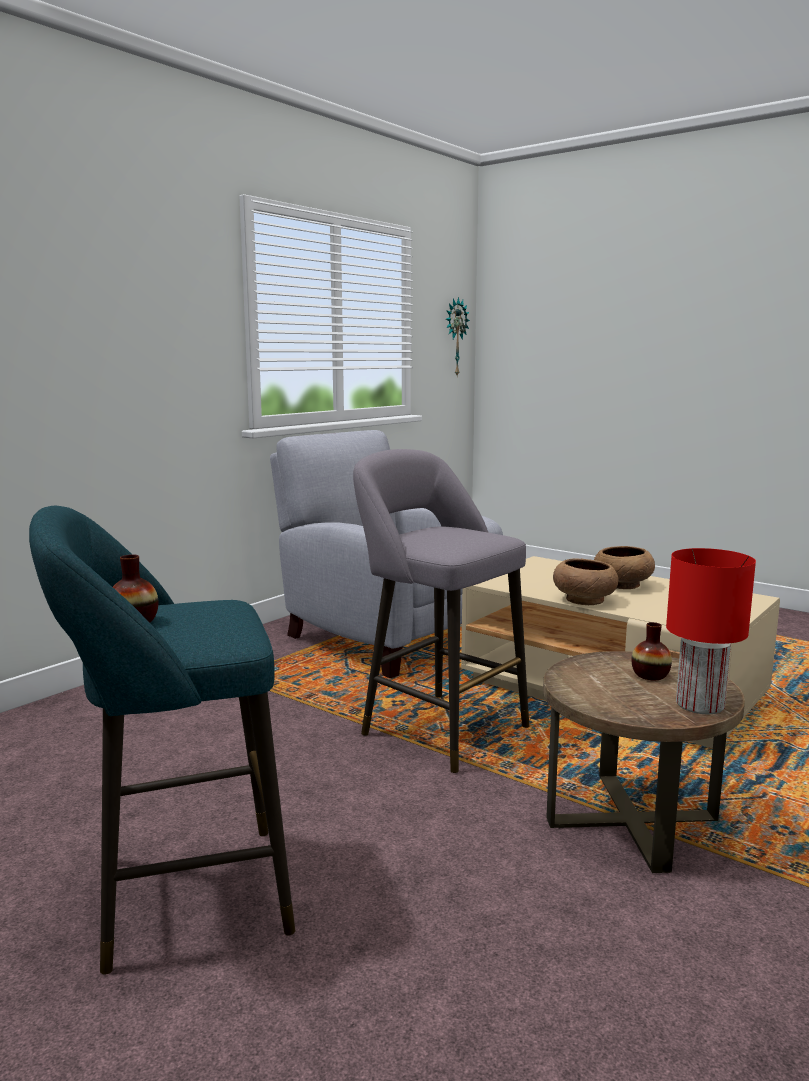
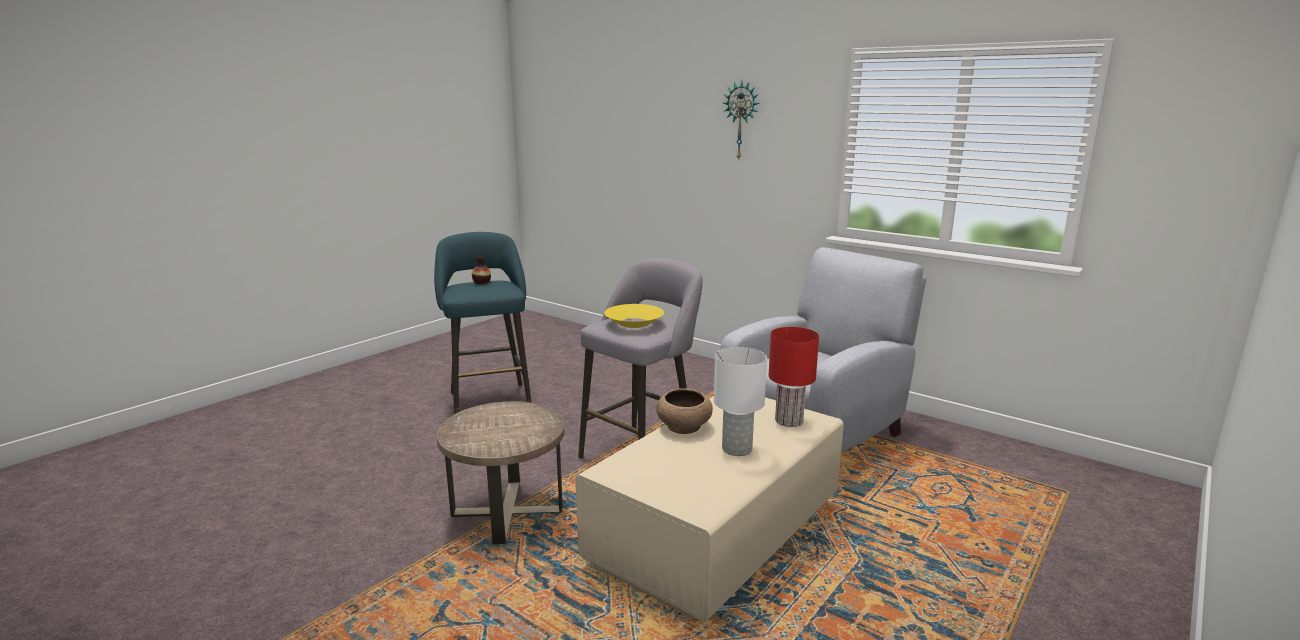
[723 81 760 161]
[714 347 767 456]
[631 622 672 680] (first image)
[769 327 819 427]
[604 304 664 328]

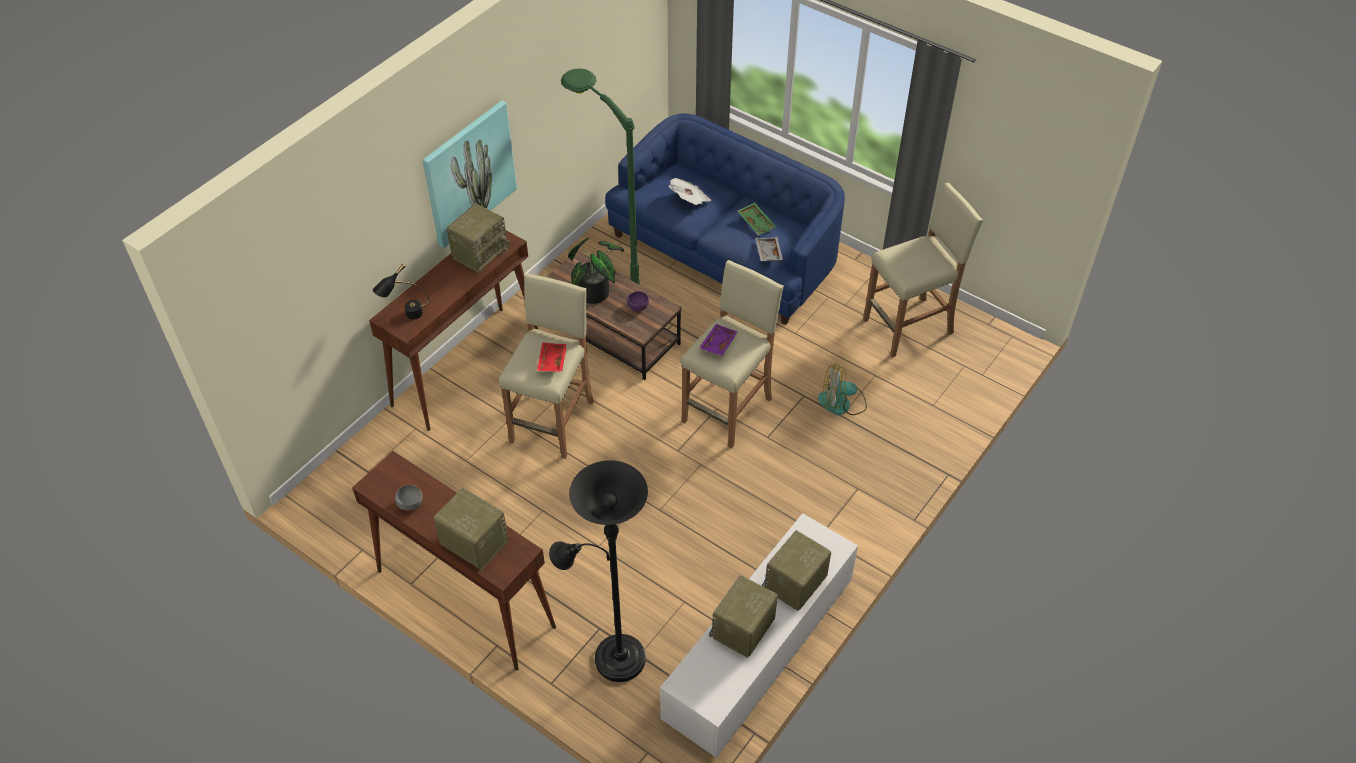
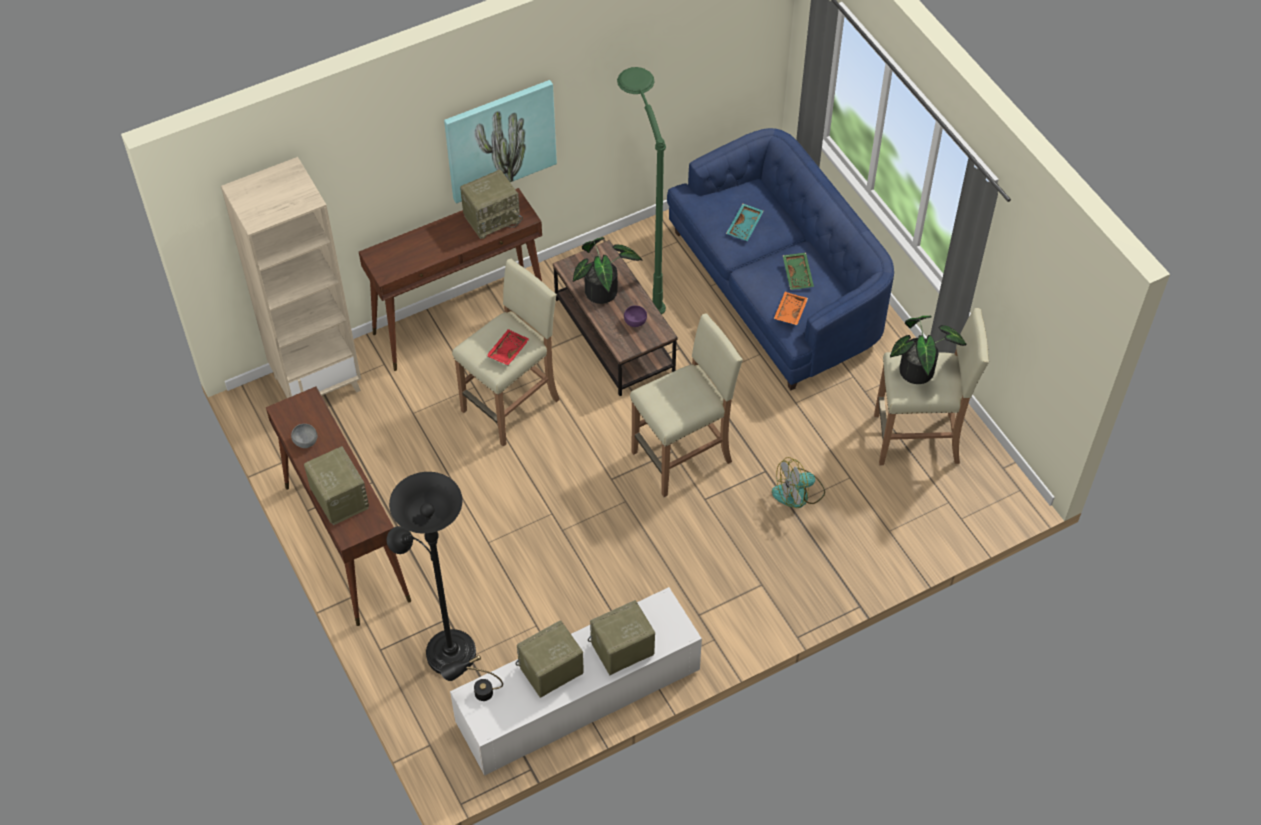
[440 655 503 701]
[726 203 764 241]
[699 324 738 356] (first image)
[774 292 808 325]
[772 457 825 508]
[221 157 361 398]
[890 316 966 384]

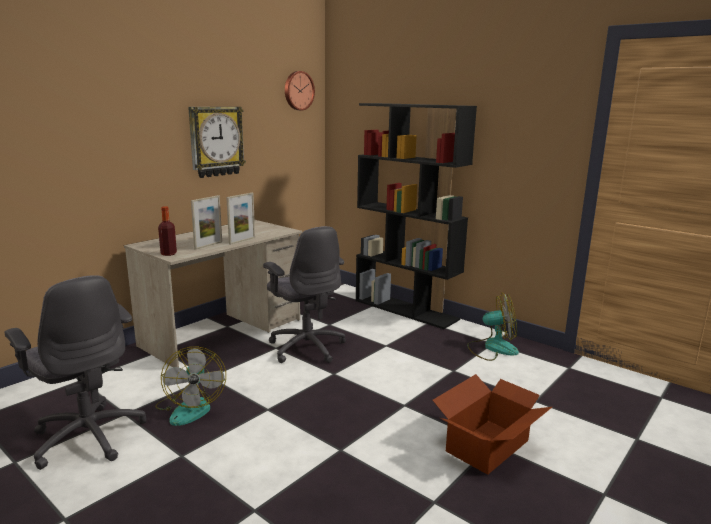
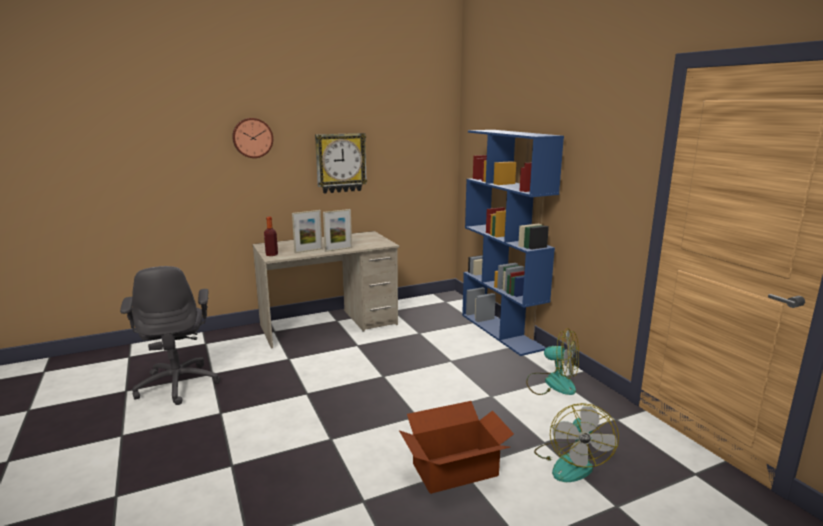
[534 403 619 482]
[263 226 346 363] (first image)
[232 118 273 158]
[462 130 564 356]

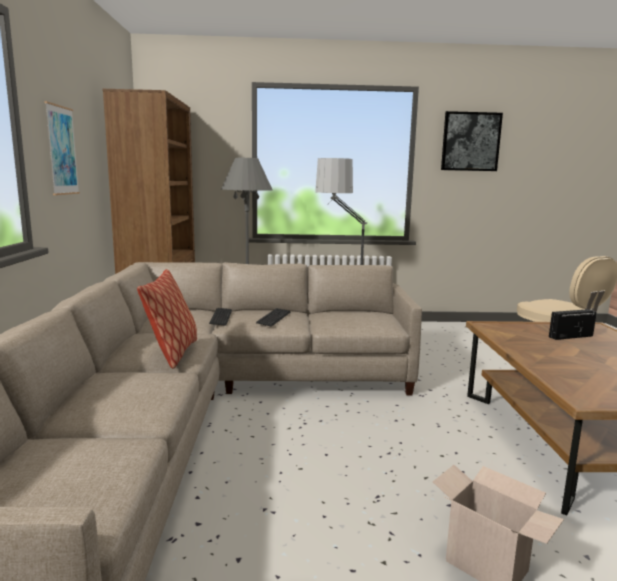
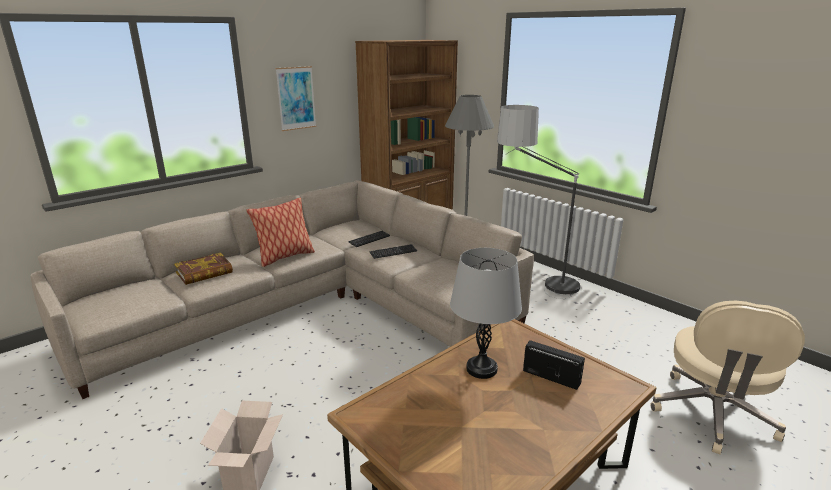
[441 111 503 171] (first image)
[174 253 233 285]
[450 248 522 379]

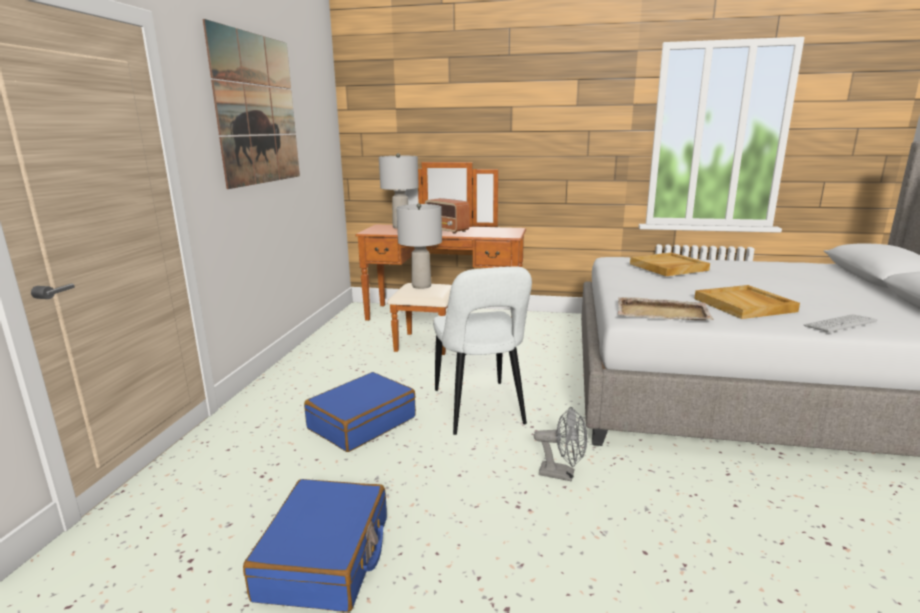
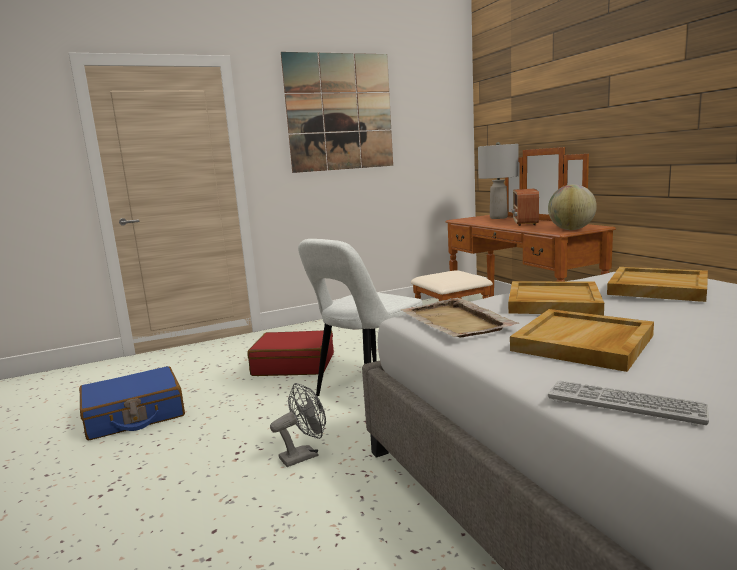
[247 330 334 376]
[396 203 442 289] (first image)
[270 383 326 467]
[508 281 604 316]
[548 184 597 230]

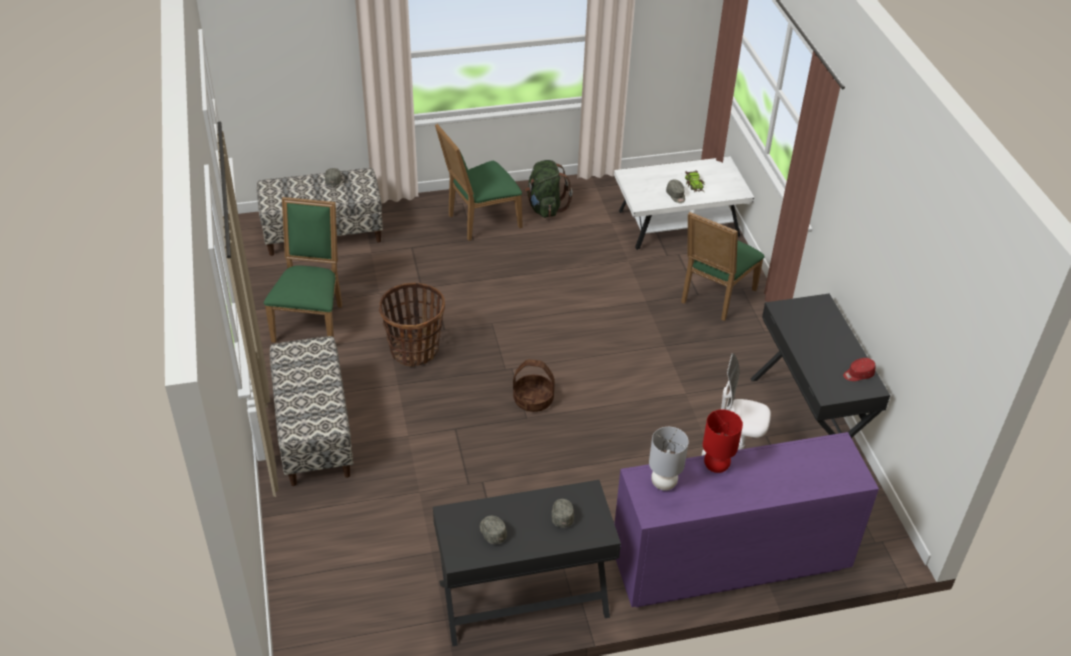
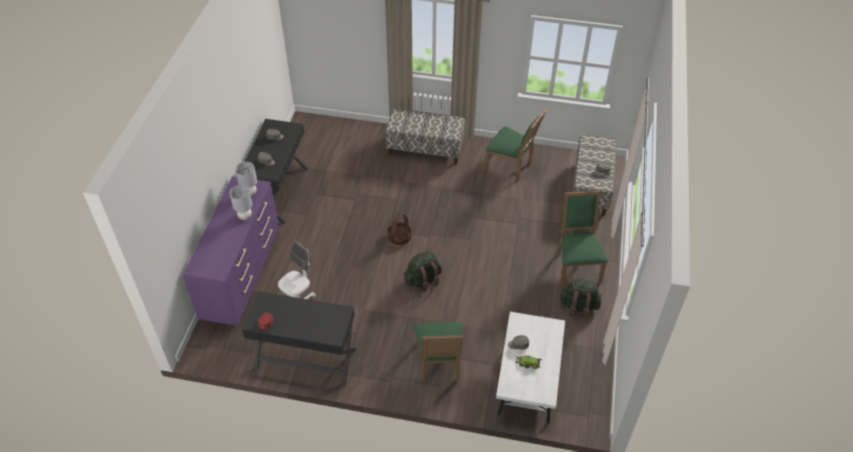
[379 283 445 367] (first image)
[414 322 464 382]
[229 185 252 220]
[404 251 442 292]

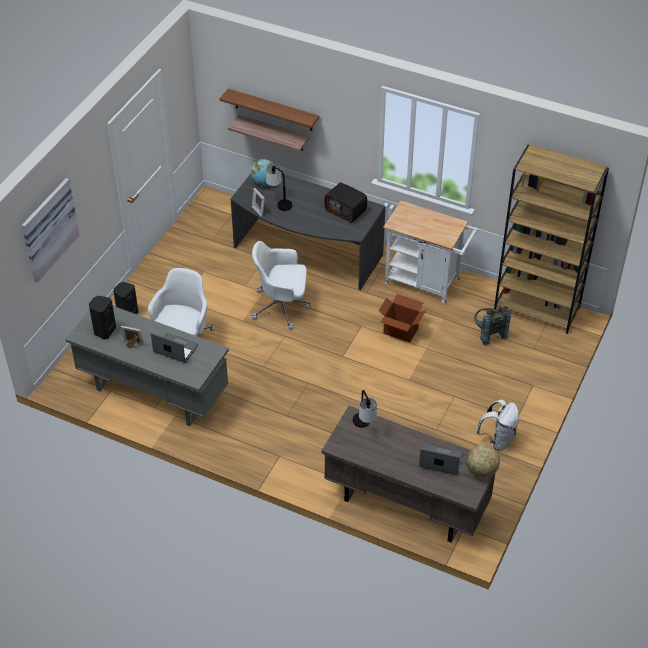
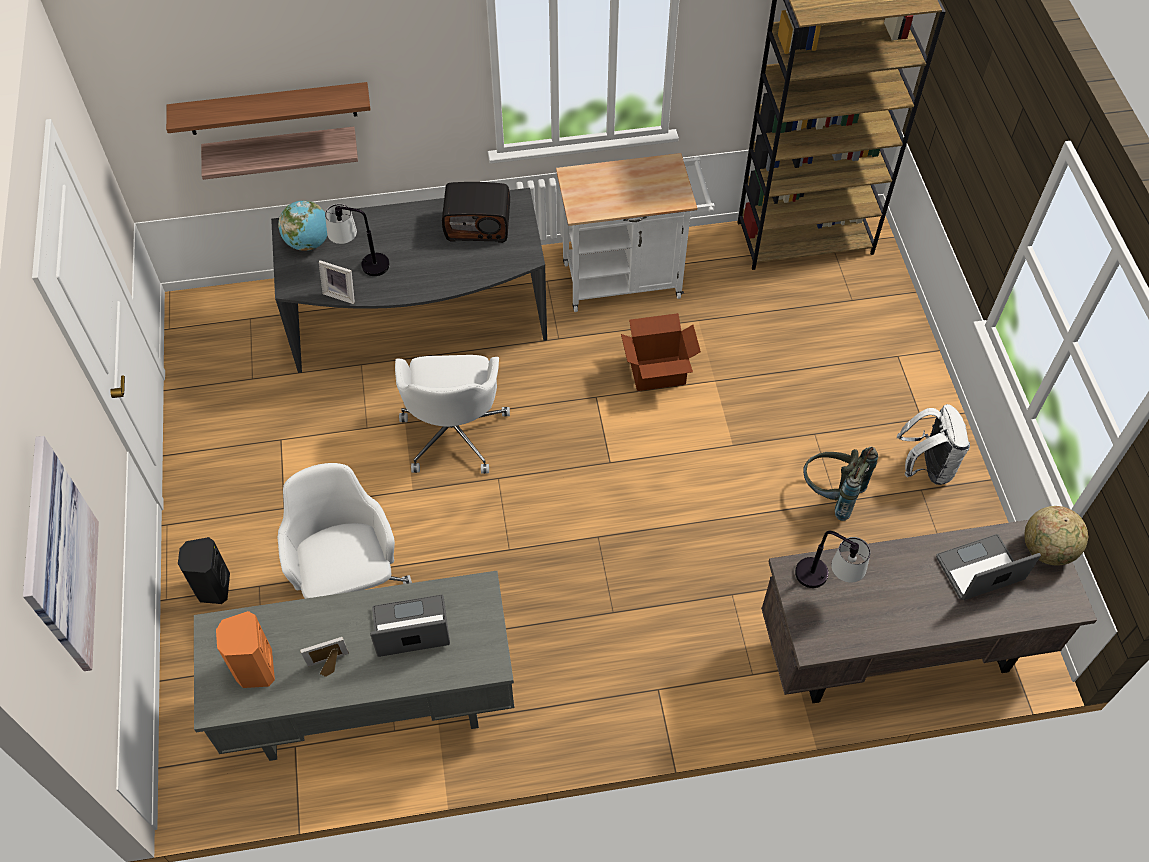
[216 611 275 688]
[395 355 510 474]
[803 447 878 521]

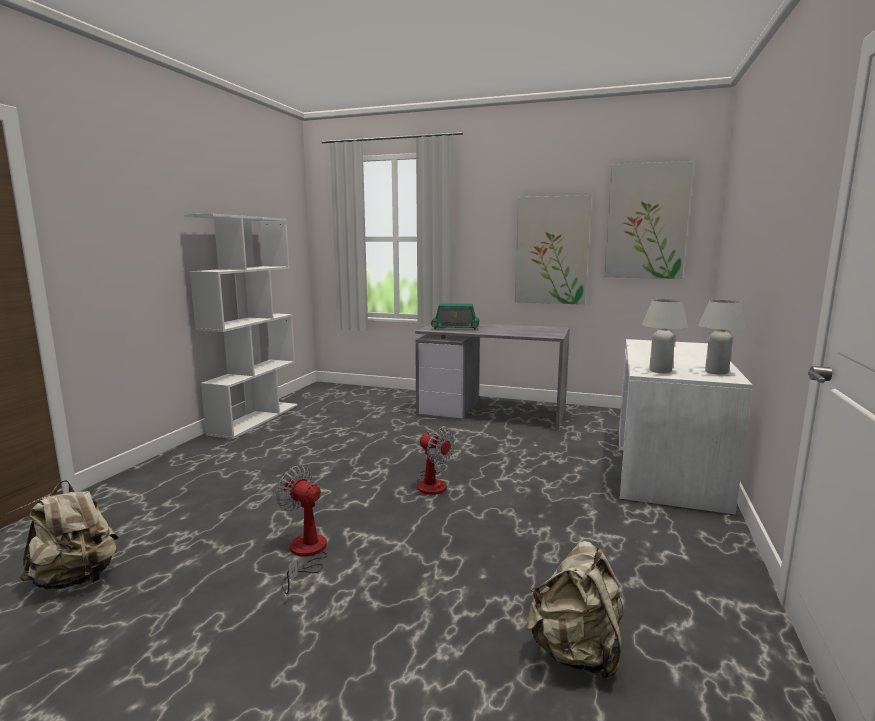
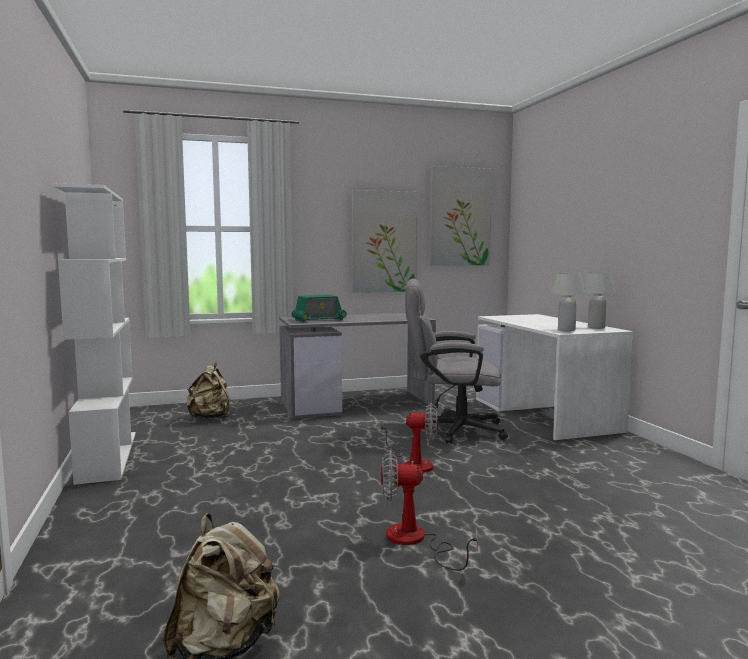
[187 363 230 419]
[405 279 508 444]

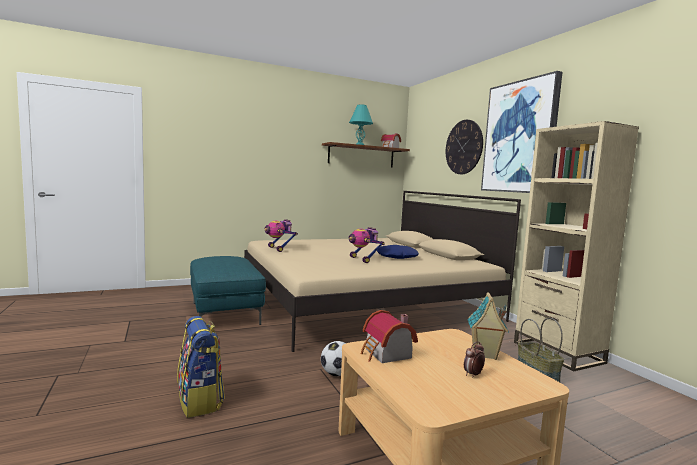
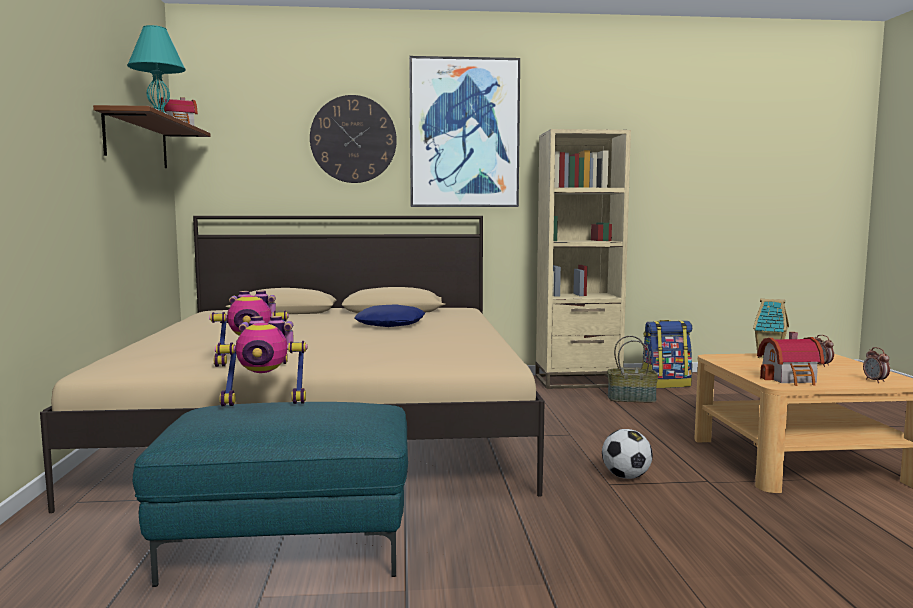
[642 320 692 388]
[215 316 307 406]
[863 347 890 383]

